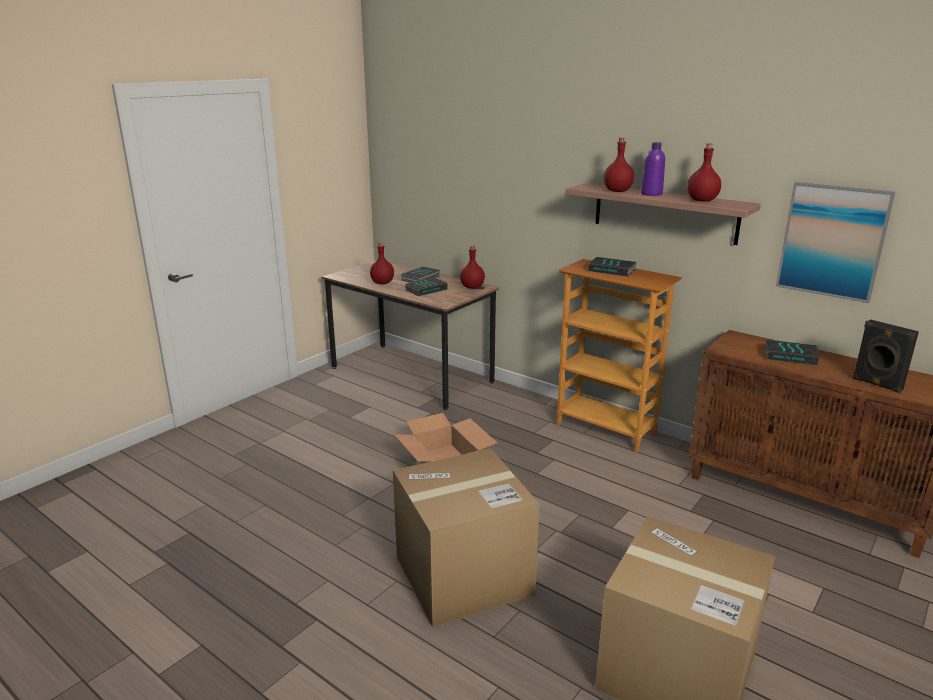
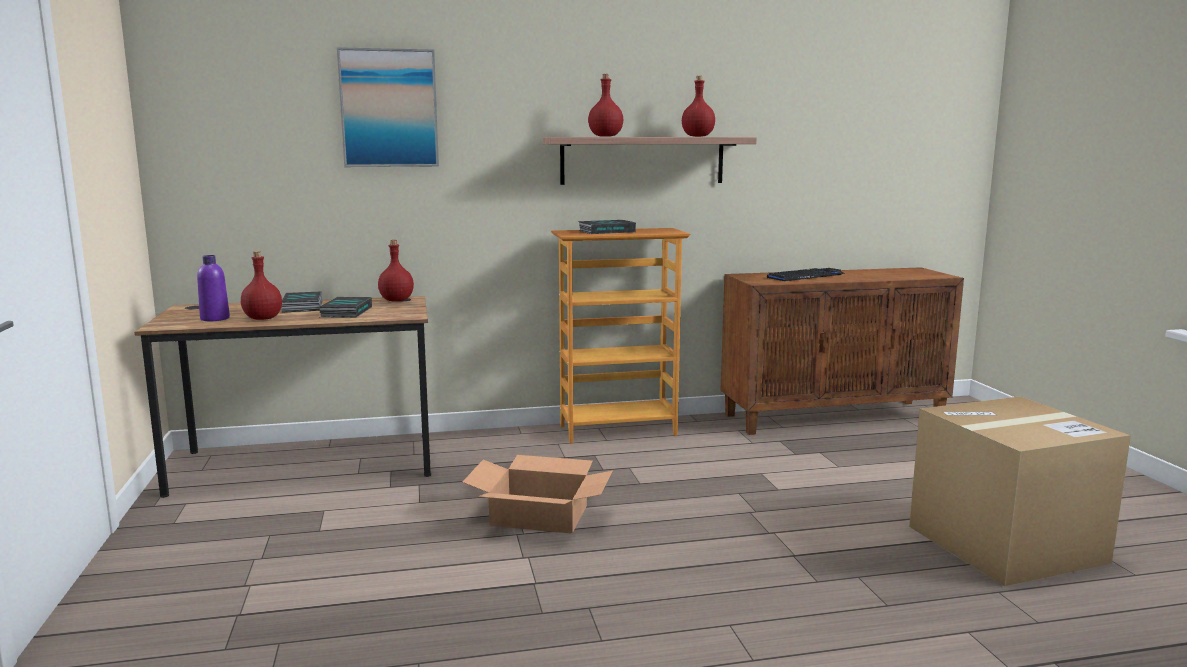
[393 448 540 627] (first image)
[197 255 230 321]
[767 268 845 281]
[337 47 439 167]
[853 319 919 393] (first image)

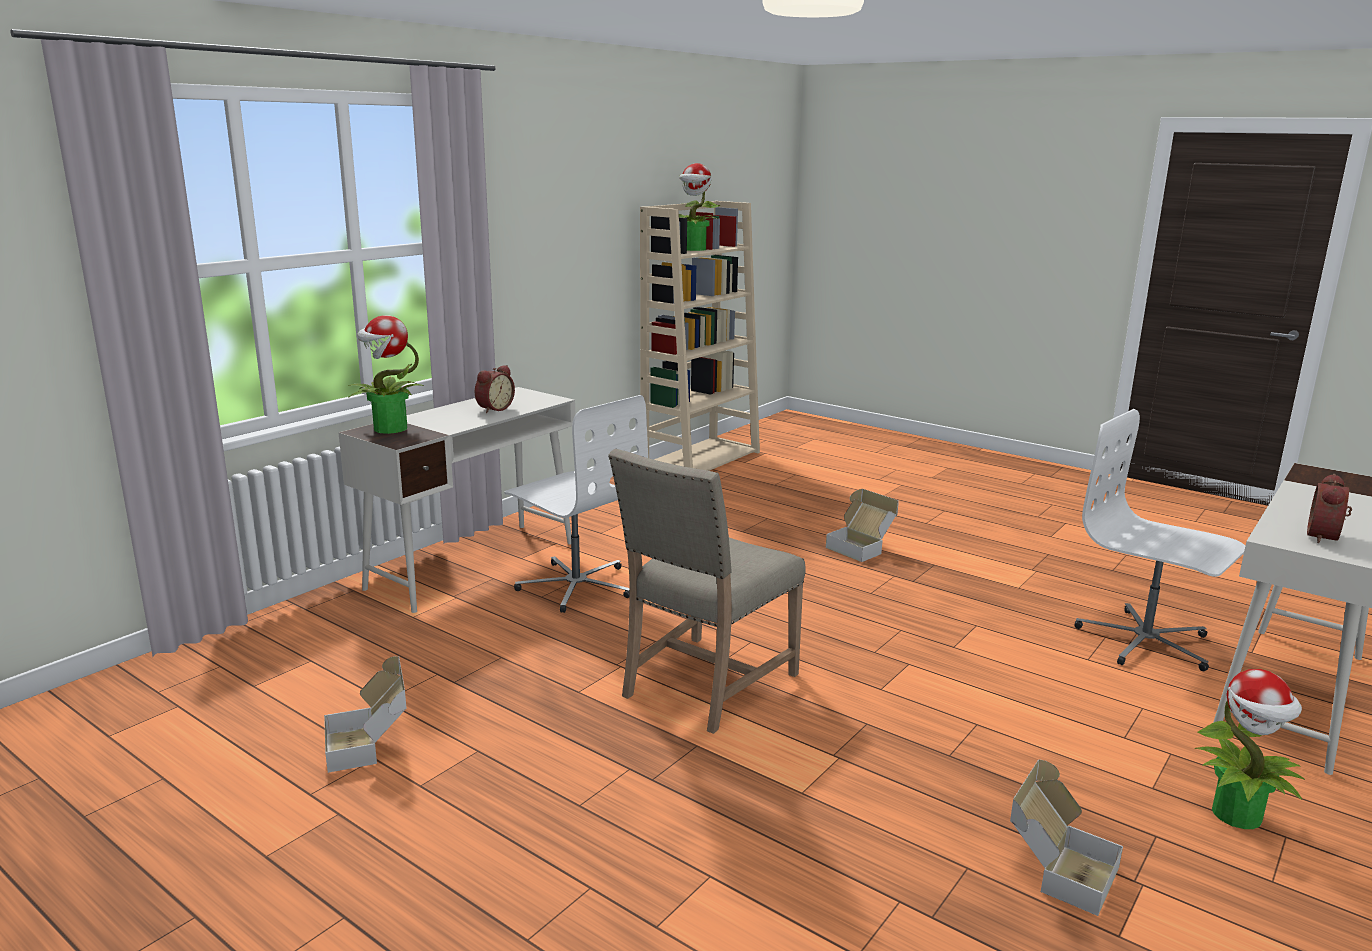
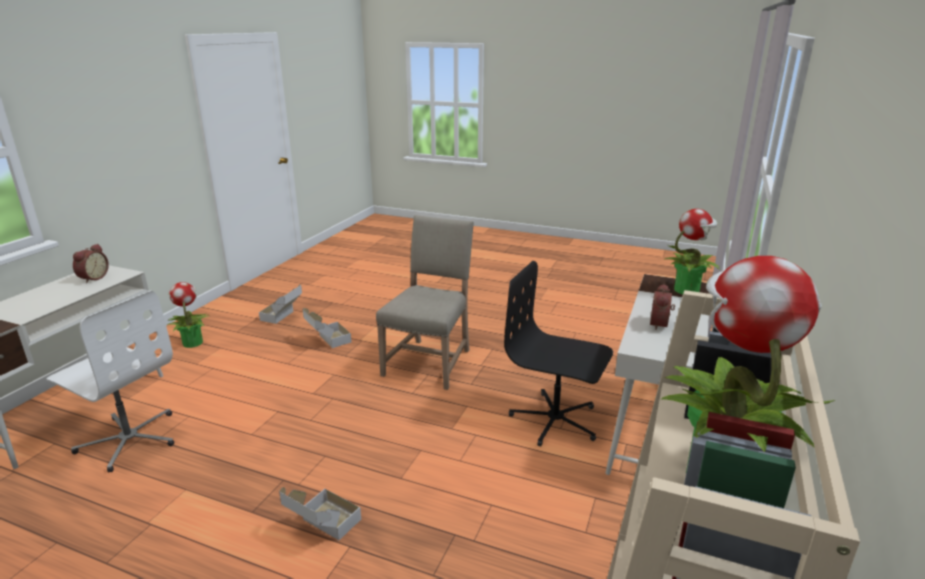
[303 308 352 348]
[504 261 613 447]

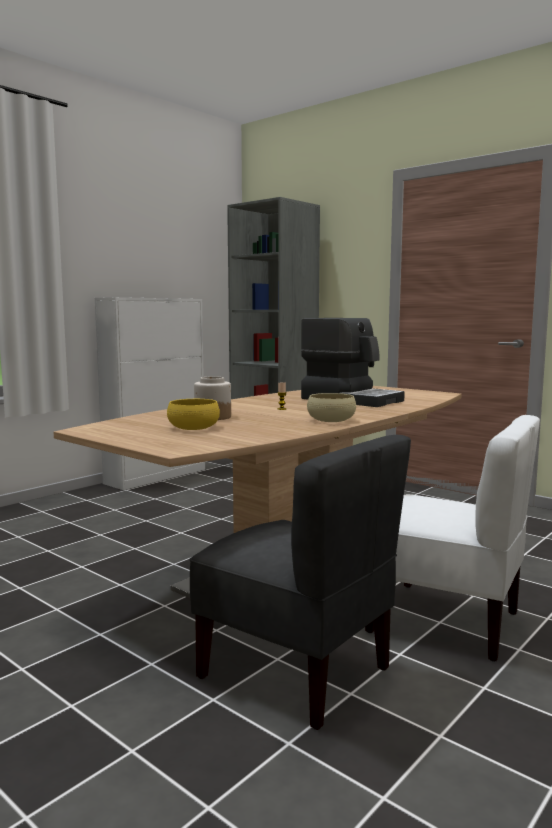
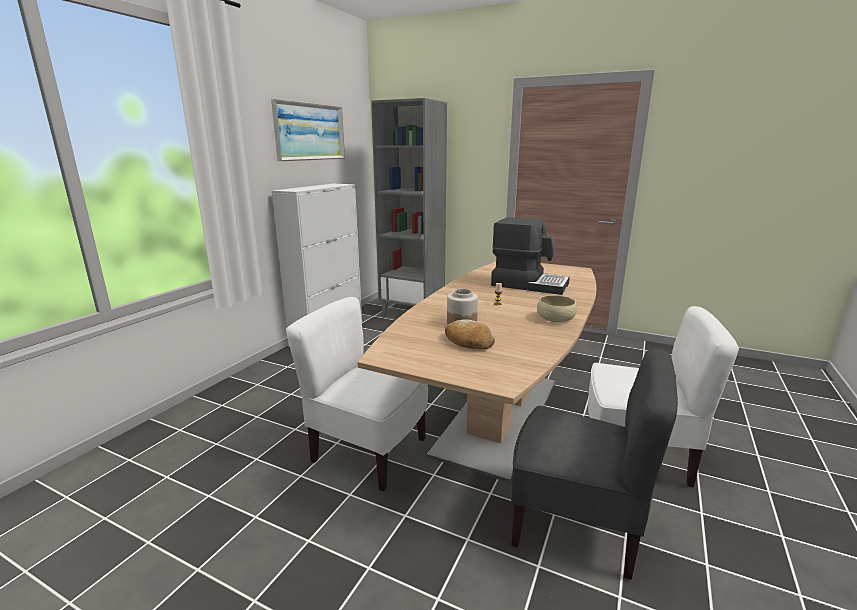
[445 320 495 349]
[271 99 345 161]
[286 297 428 491]

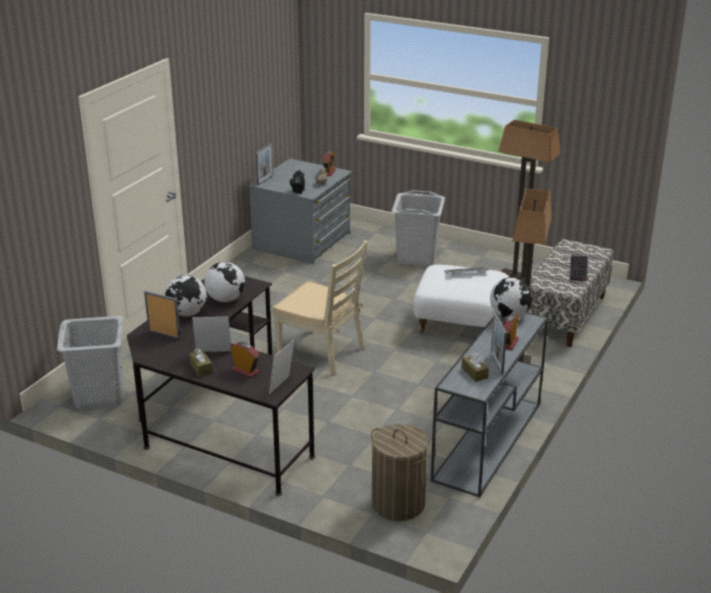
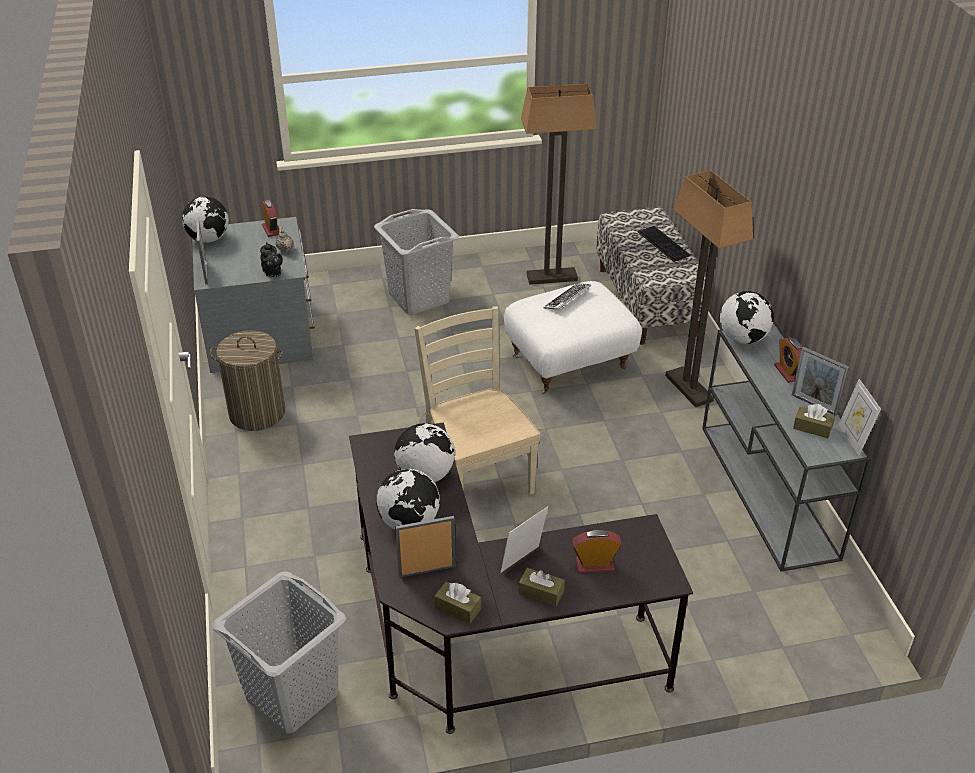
[838 379 881 455]
[414 306 540 495]
[210 330 285 431]
[182 197 229 243]
[434 582 481 624]

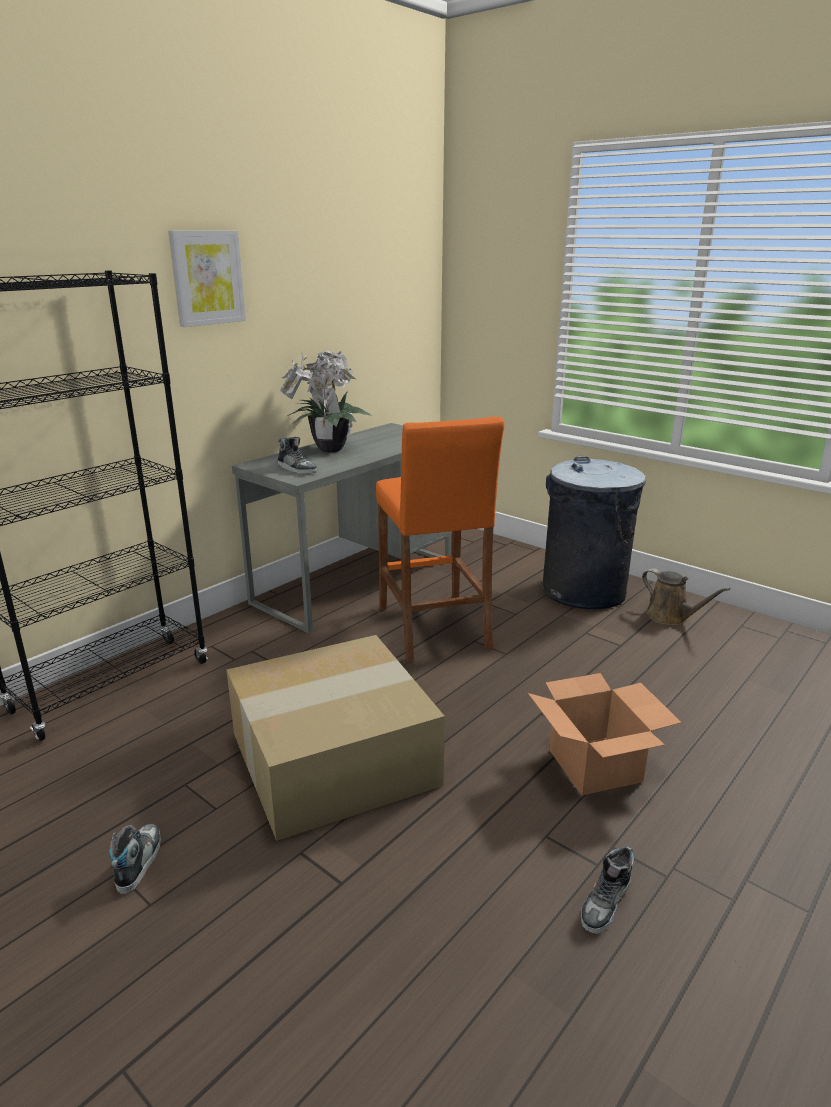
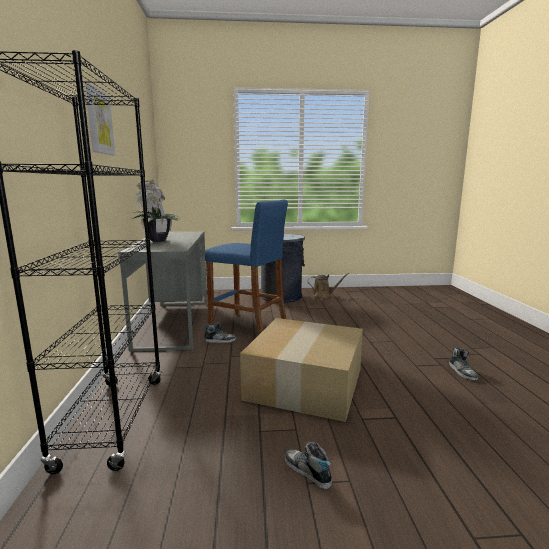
[204 322 236 343]
[205 200 288 334]
[528 673 681 795] (first image)

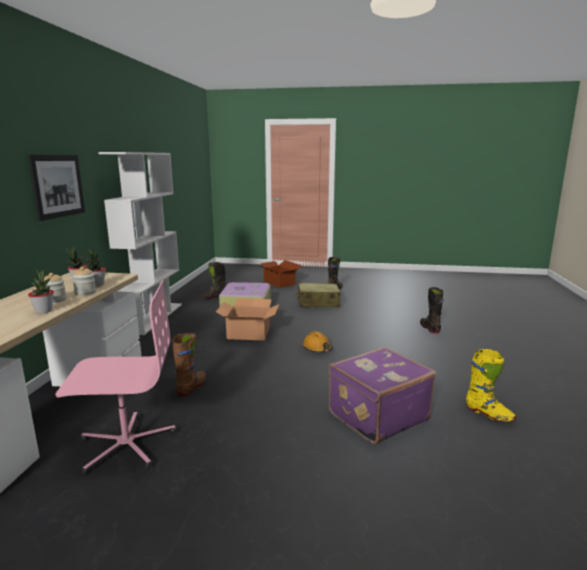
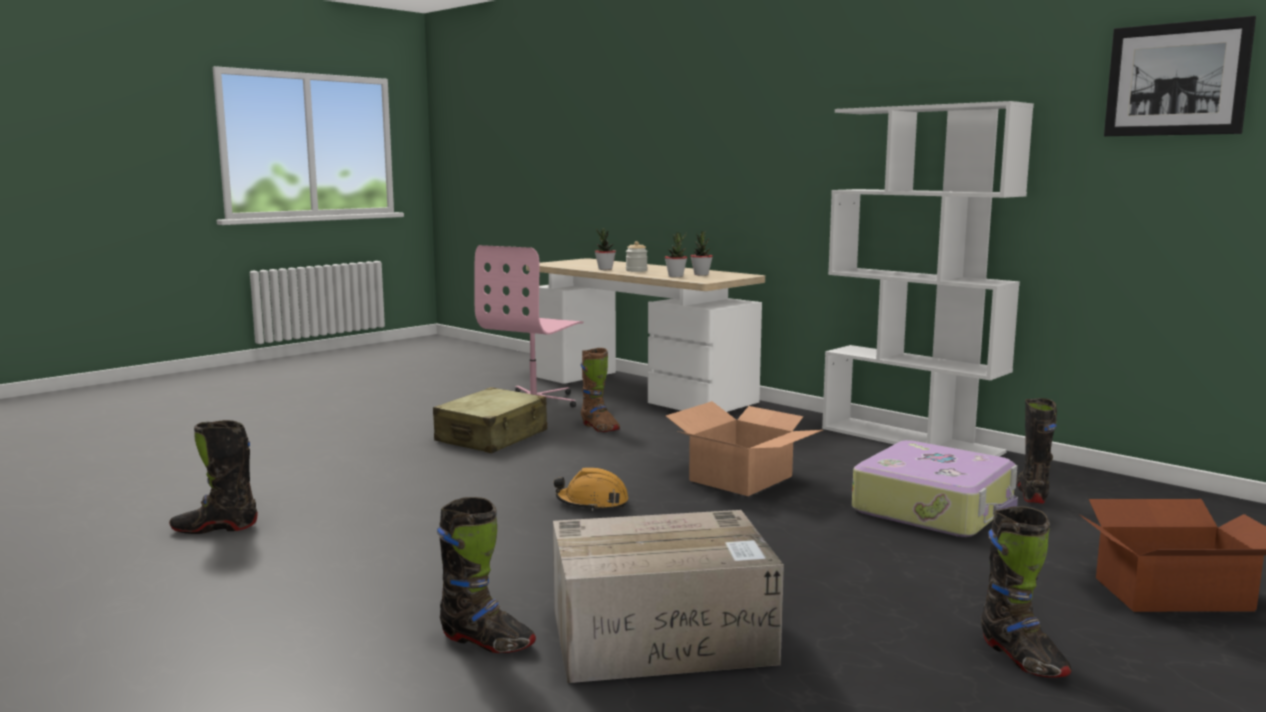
[1104 16 1256 136]
[72 267 96 296] (first image)
[433 387 547 453]
[329 347 436 445] (first image)
[169 420 258 534]
[553 510 784 683]

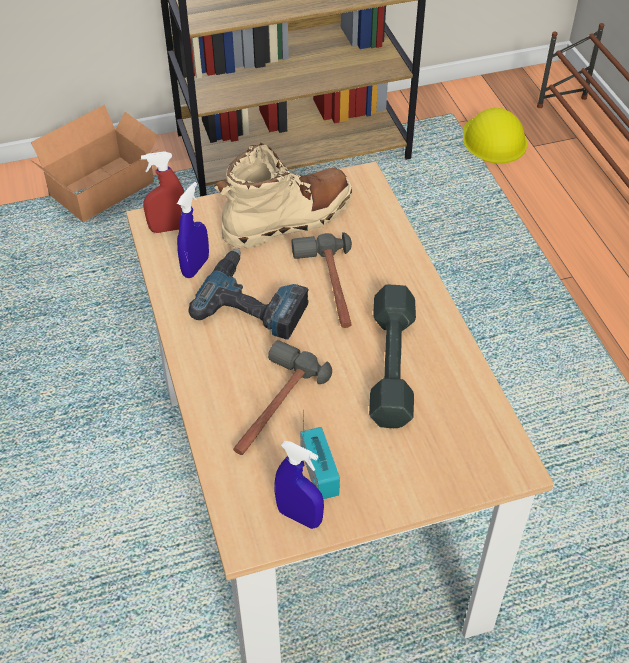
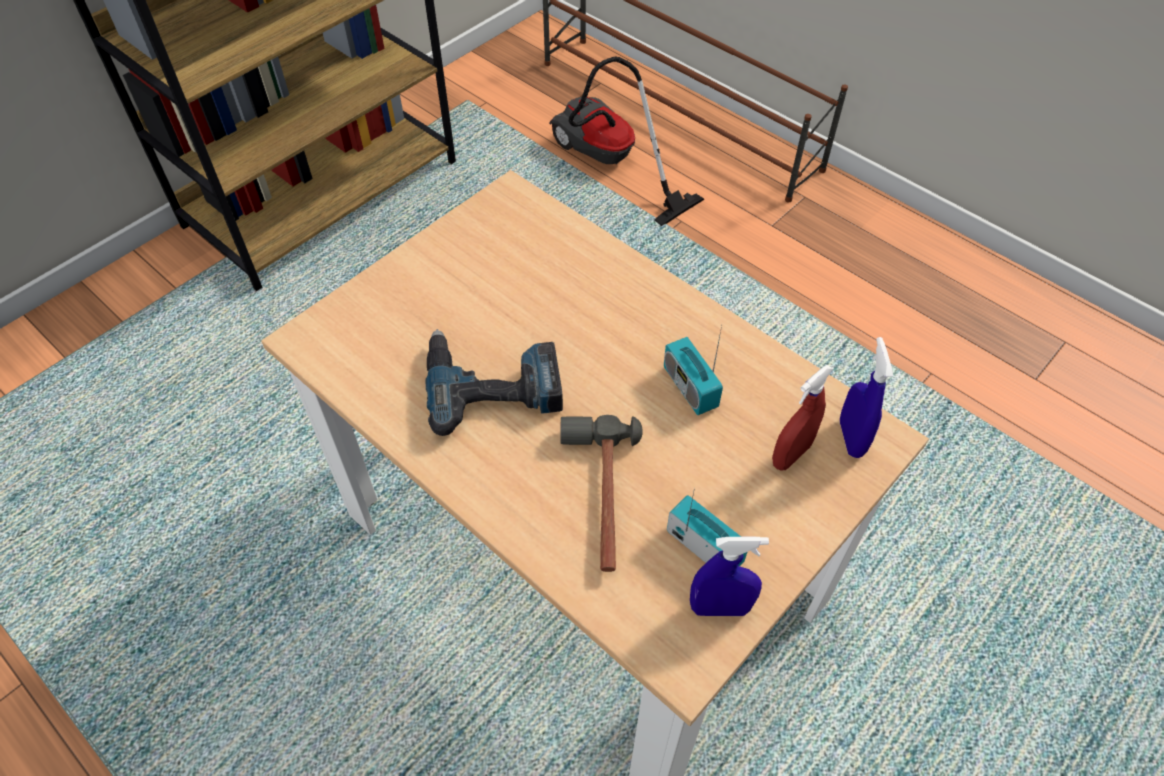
[30 105 160 222] (first image)
[772 365 833 471]
[840 337 893 458]
[214 143 353 249] (first image)
[292 232 352 328] (first image)
[664 326 723 415]
[463 108 527 164] (first image)
[549 57 704 226]

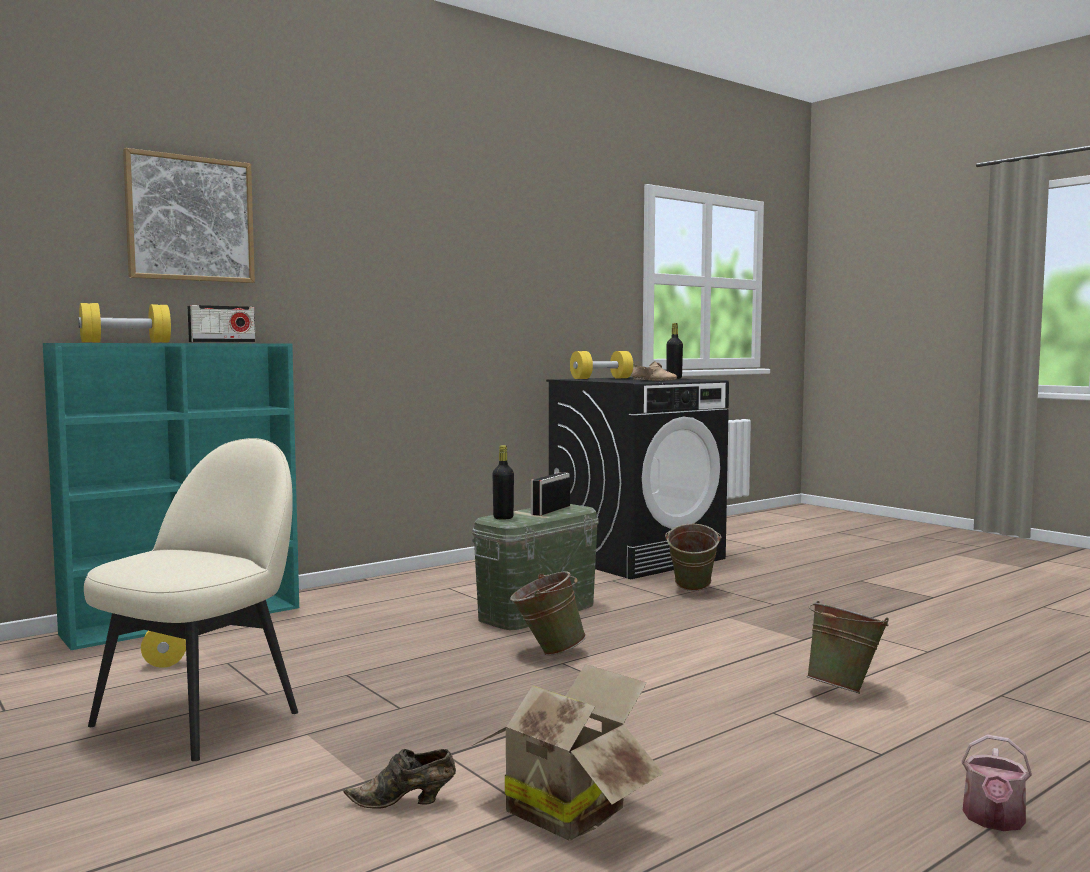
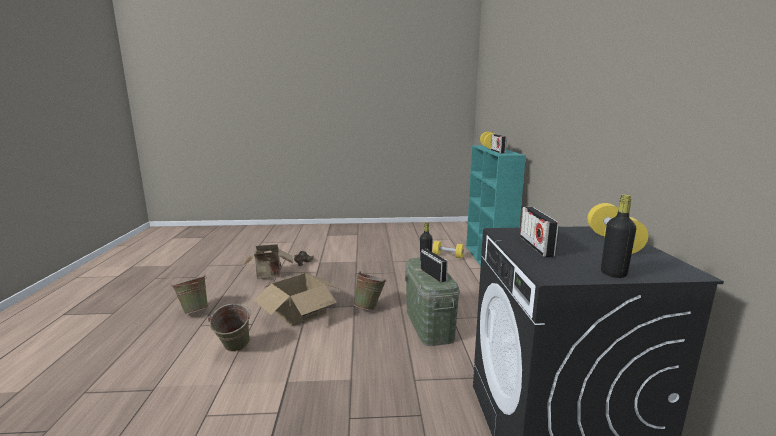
[84 438 298 761] (first image)
[123 148 255 283] (first image)
[520 207 559 257]
[170 274 208 314]
[962 735 1032 831] (first image)
[254 273 342 326]

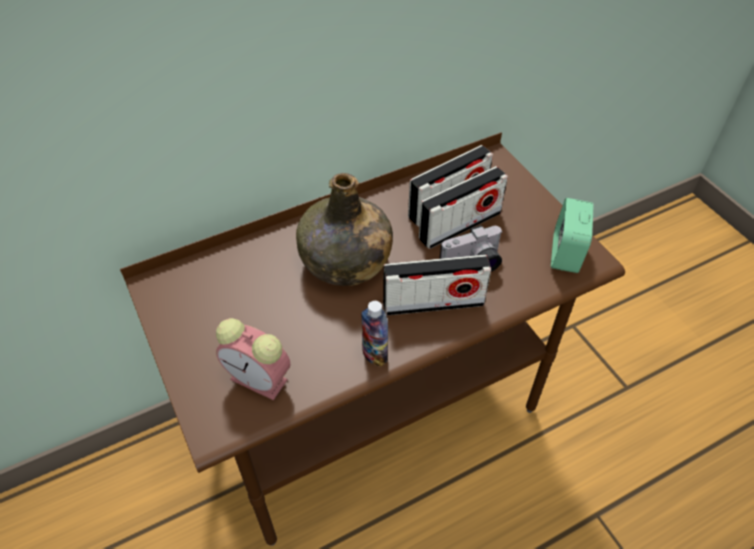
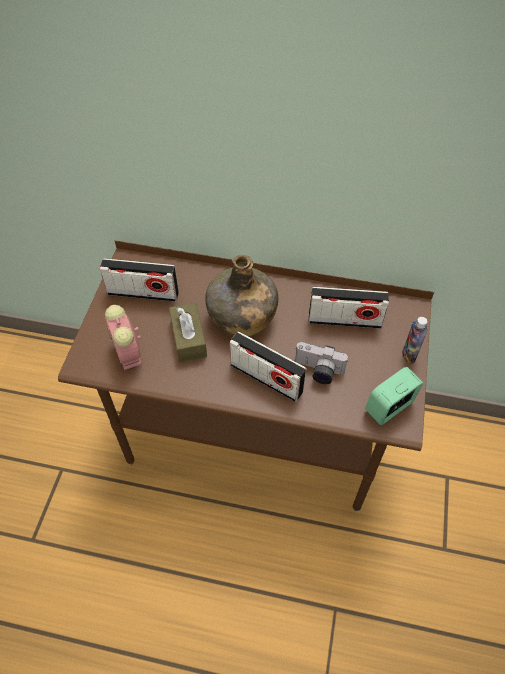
[402 317 428 363]
[100 258 179 302]
[169 303 207 362]

